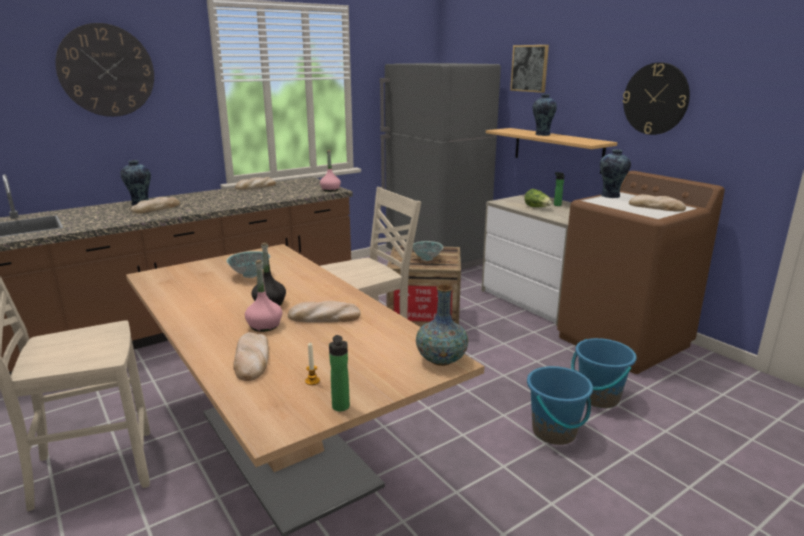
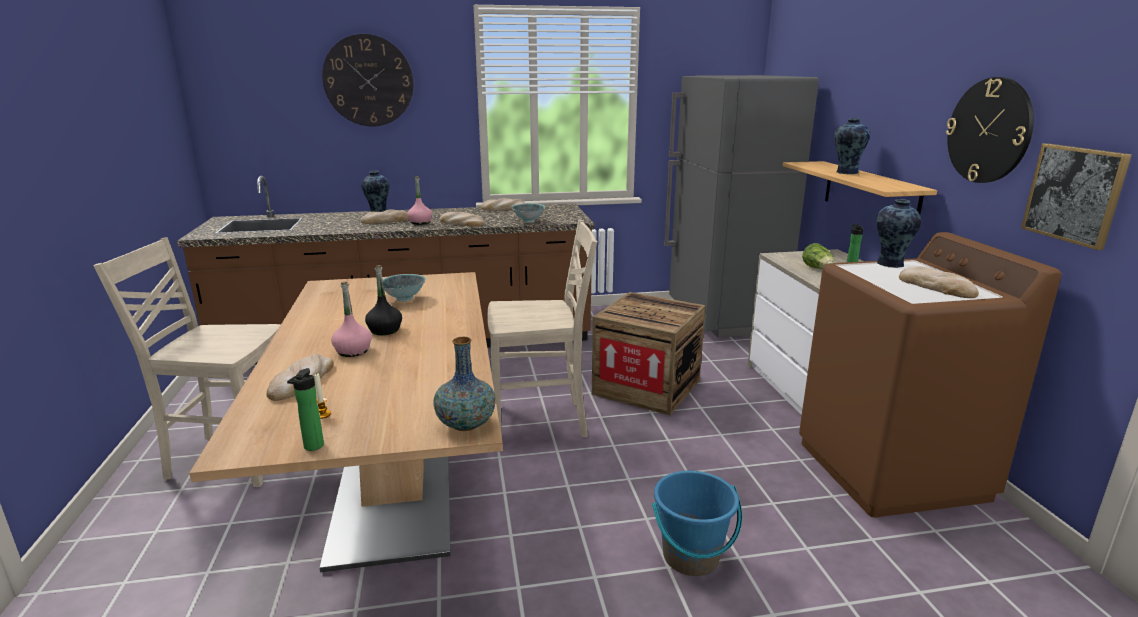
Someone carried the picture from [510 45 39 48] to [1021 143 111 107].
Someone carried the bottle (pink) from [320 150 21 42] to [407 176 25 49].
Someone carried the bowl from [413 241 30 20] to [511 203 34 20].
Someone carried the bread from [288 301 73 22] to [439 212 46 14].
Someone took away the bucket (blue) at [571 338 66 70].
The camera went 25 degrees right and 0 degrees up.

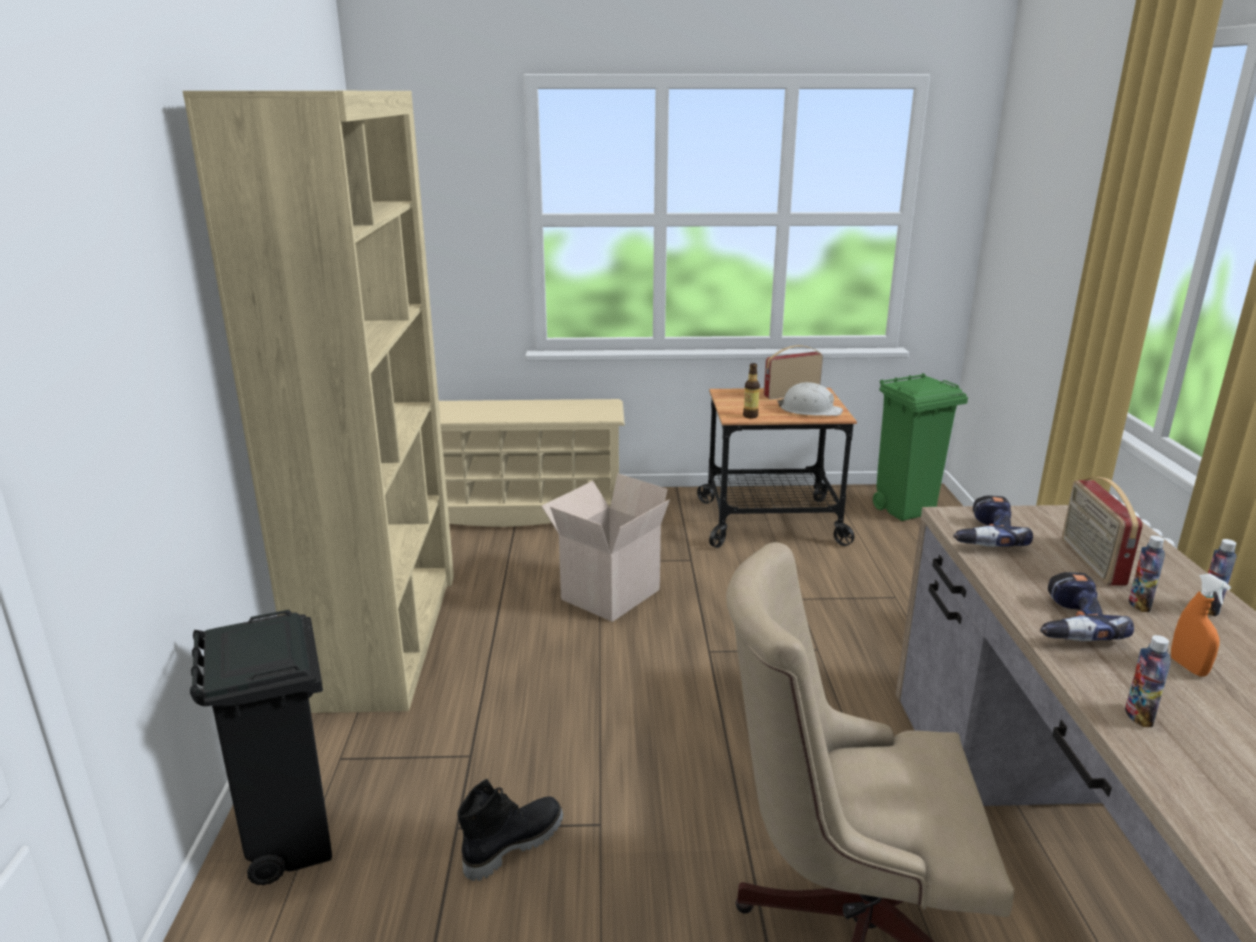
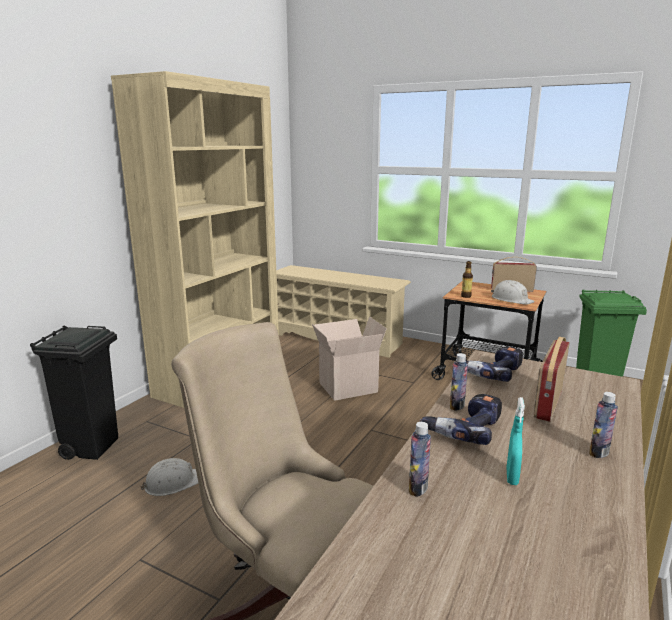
Someone carried the bottle from [1129 535 36 77] to [450 353 18 58].
Someone repainted the spray bottle (orange) at [1171 573 60 104], which became the spray bottle (turquoise) at [506 397 19 88].
Someone swapped the boot (black) at [457 779 106 102] for the hard hat (white) at [140 458 59 38].
The camera went 30 degrees right and 5 degrees down.

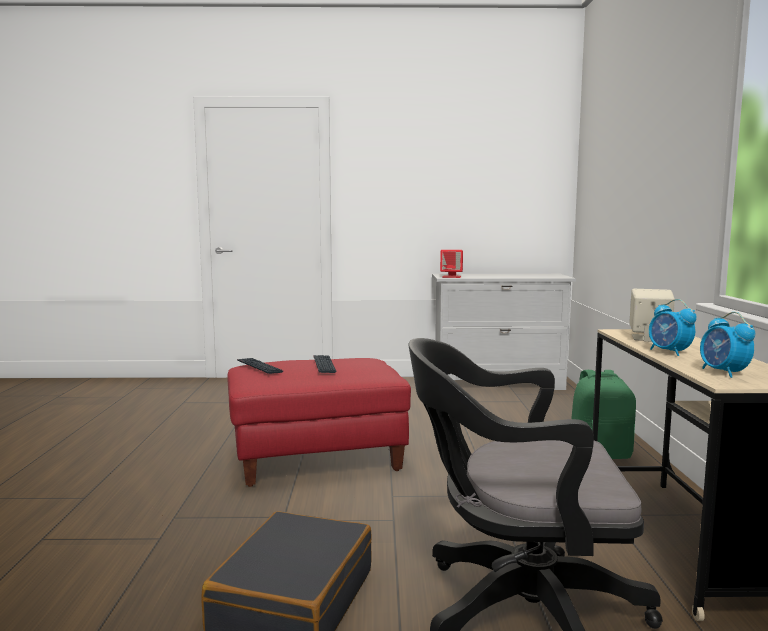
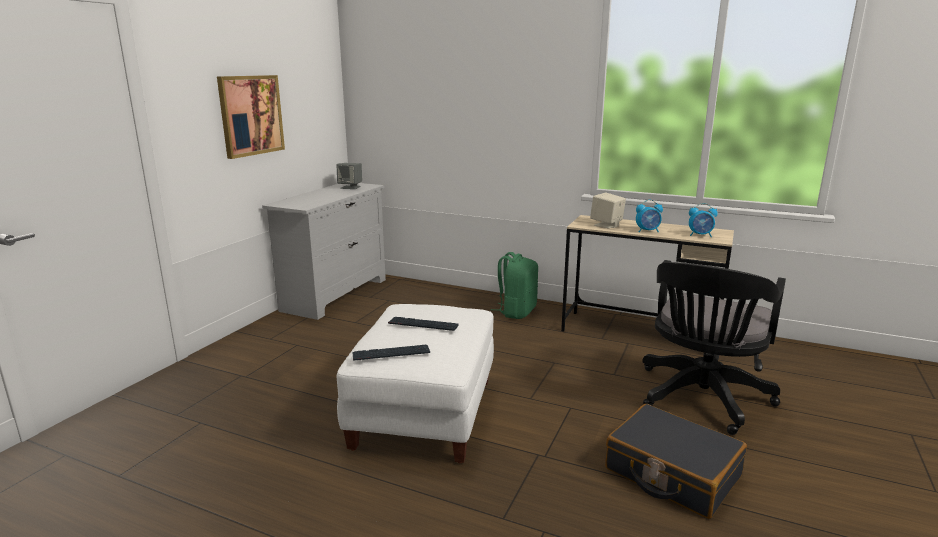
Someone took away the speaker (red) at [440 250 23 28].
Someone repainted the ottoman (red) at [227 358 184 129], which became the ottoman (white) at [337 304 157 159].
Someone put up the picture at [217 75 68 84].
Someone put down the speaker (grey) at [337 163 25 26].
The camera went 65 degrees left and 10 degrees up.

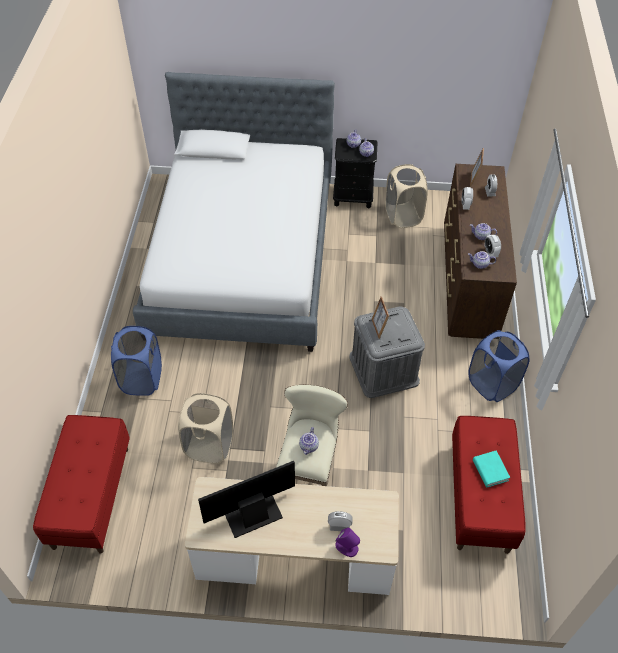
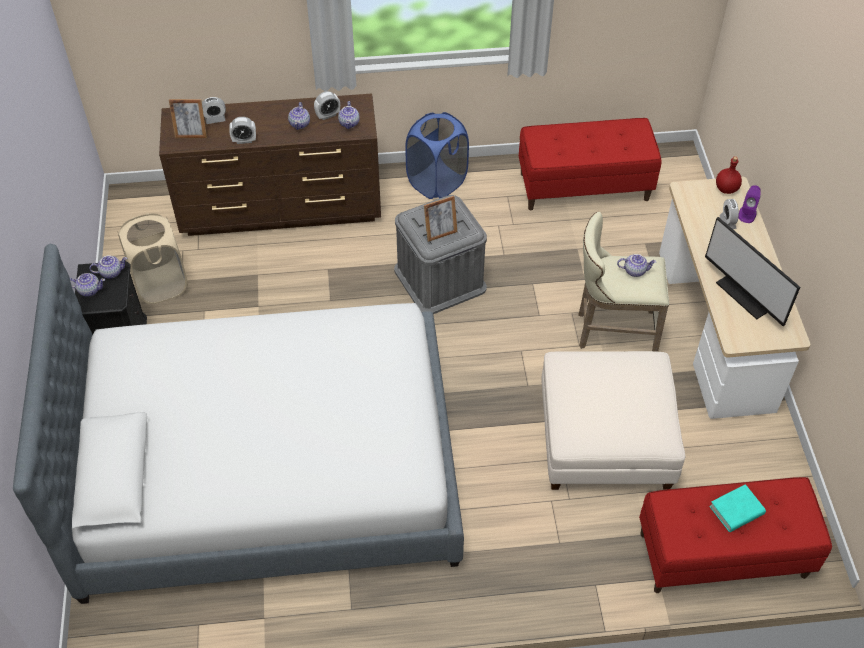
Someone took away the laundry basket (blue) at [111 326 51 70].
Someone swapped the laundry basket (beige) at [178 393 55 71] for the ottoman (white) at [541 351 144 139].
Someone carried the book (turquoise) from [473 451 37 36] to [709 484 57 48].
Someone put down the bottle (red) at [716 156 26 38].
The camera went 100 degrees left and 0 degrees up.

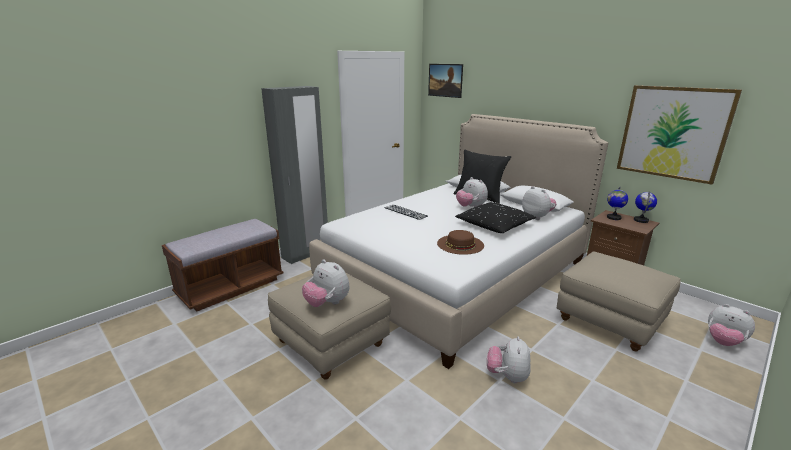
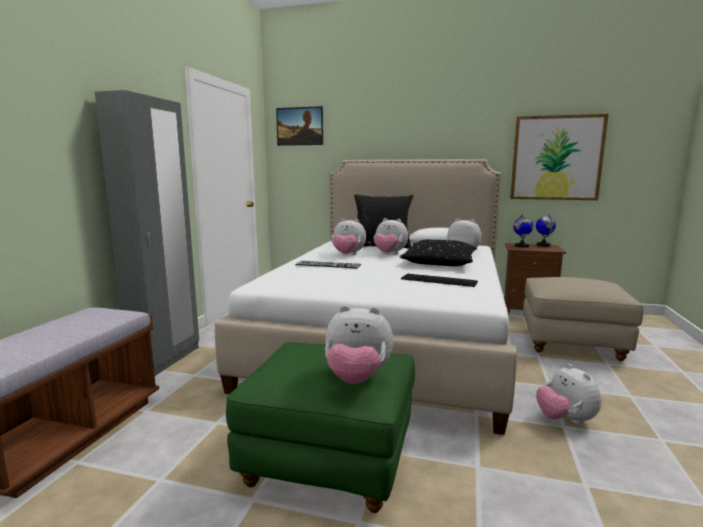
Someone swapped the hat (brown) at [437 230 47 25] for the keyboard at [401 274 77 13].
Someone repainted the ottoman (beige) at [268 272 123 108], which became the ottoman (green) at [226 342 189 171].
Someone carried the plush toy from [708 304 47 42] to [332 219 34 36].
The camera went 30 degrees left and 10 degrees down.

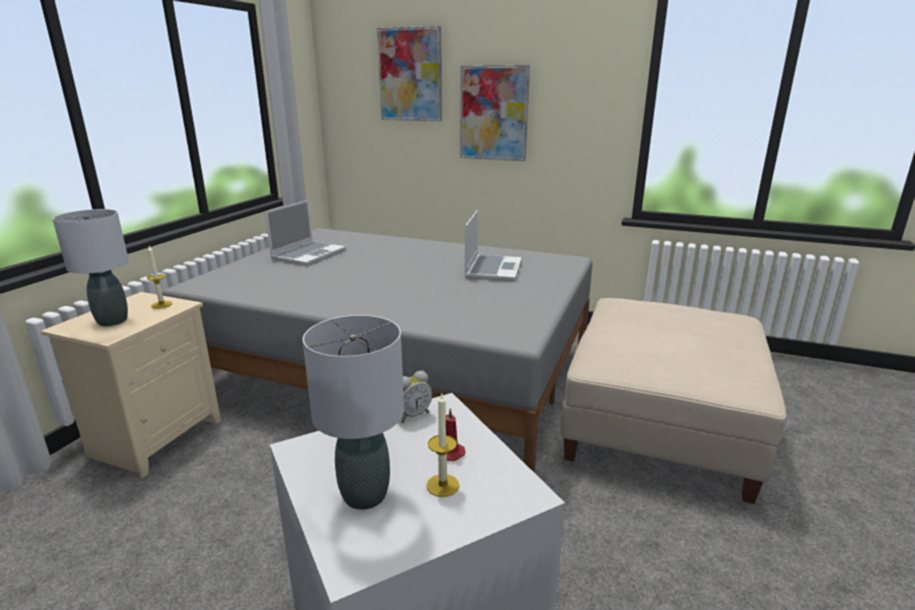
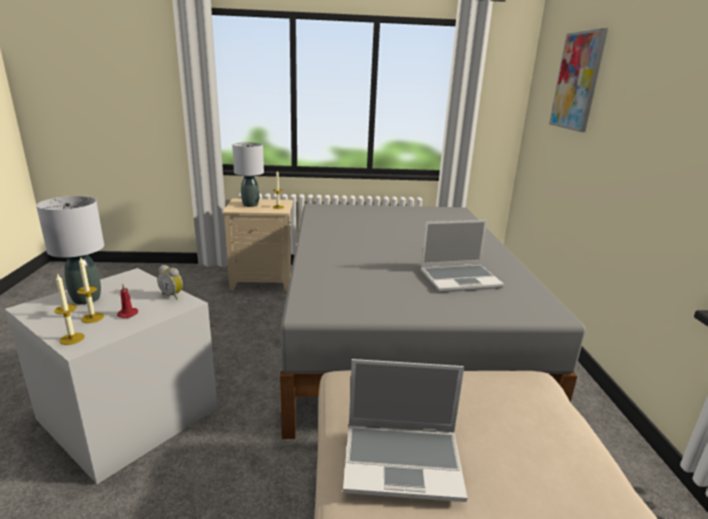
Someone took away the picture at [461 65 69 96].
Someone carried the laptop from [265 200 81 66] to [343 359 124 143].
Someone put down the candle at [54 273 31 72].
The camera went 65 degrees right and 0 degrees up.

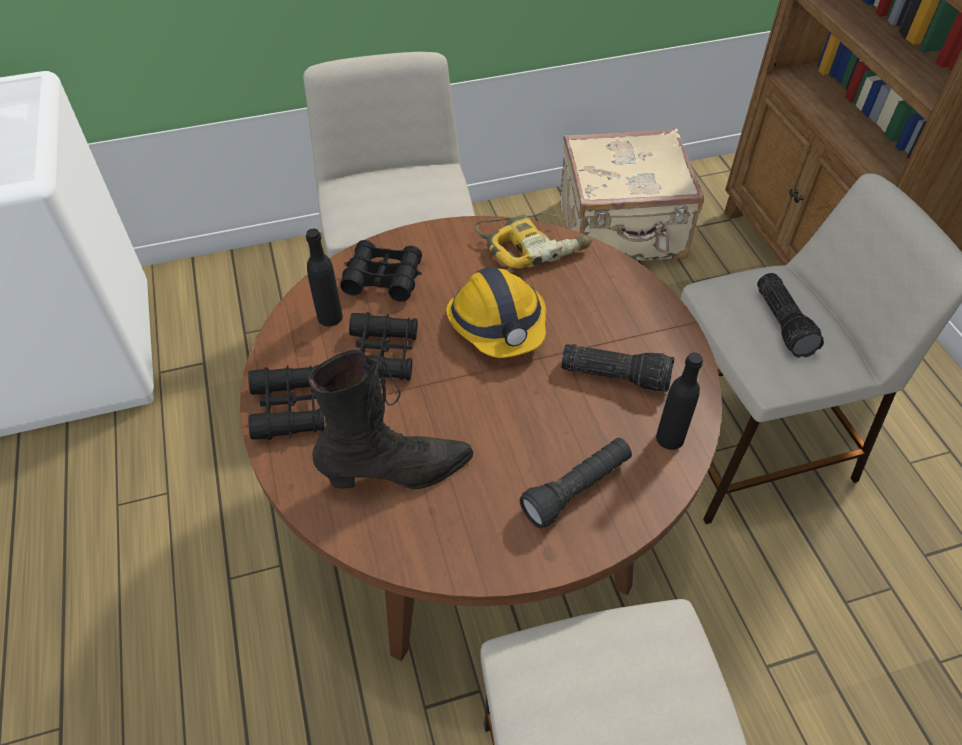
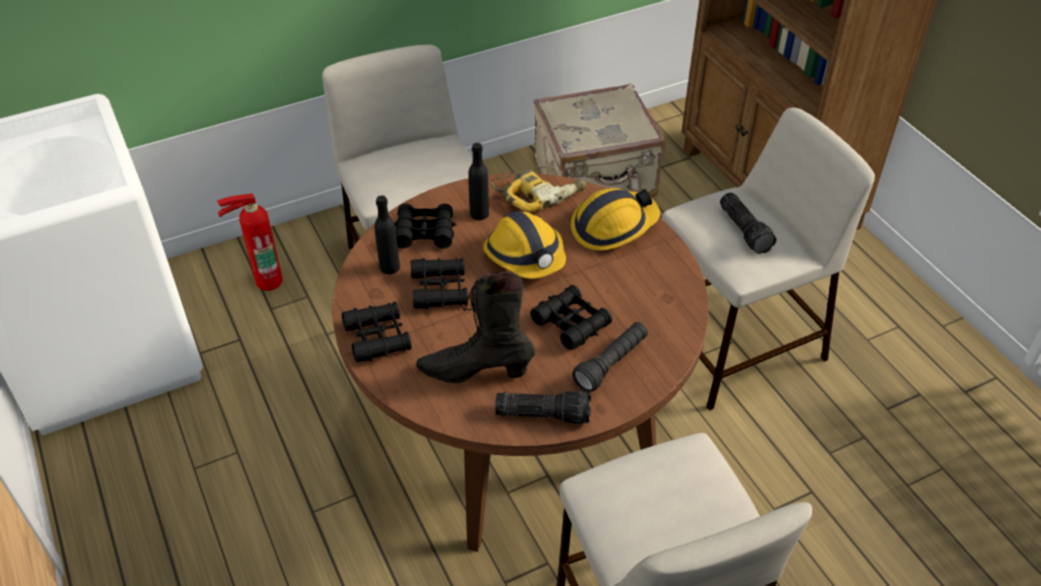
Someone carried the flashlight from [561 344 114 48] to [495 391 96 33].
Someone rotated the boot (black) at [309 350 165 140] by 150 degrees counterclockwise.
Someone carried the bottle (black) from [656 352 47 98] to [468 143 21 77].
Someone put down the hard hat at [571 188 89 63].
Someone put down the fire extinguisher at [217 194 66 97].
Someone put down the binoculars (black) at [531 285 81 65].
The camera went 10 degrees left and 5 degrees down.

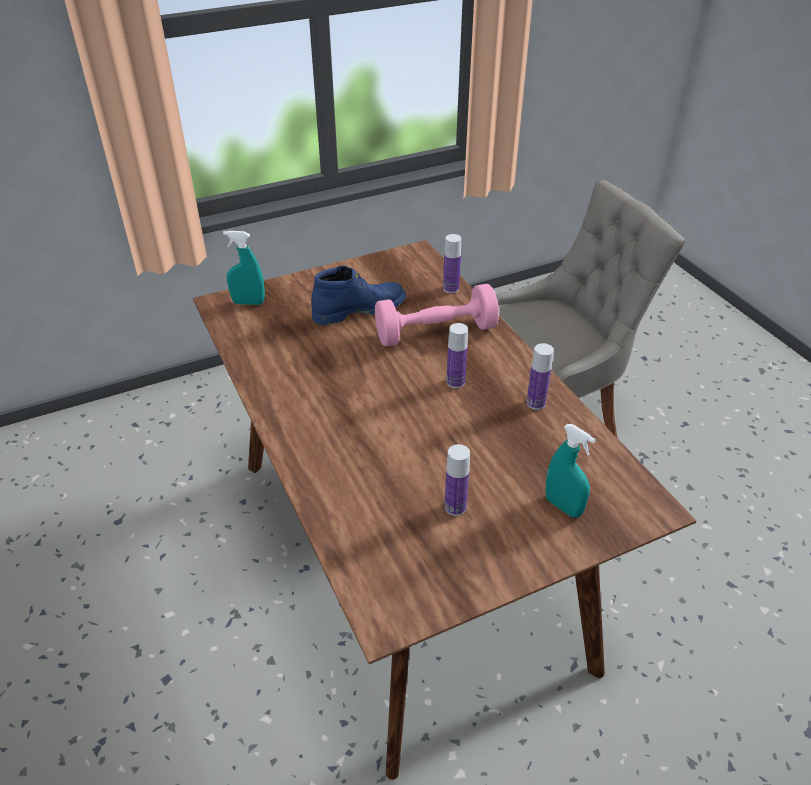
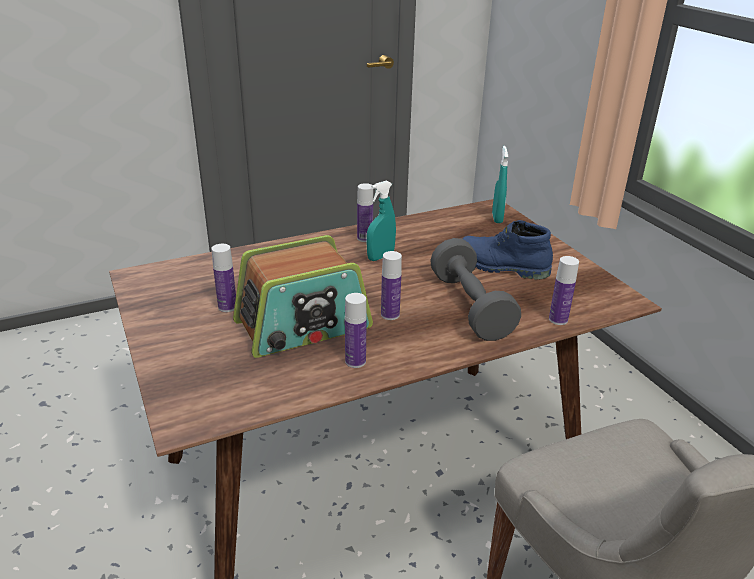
Someone rotated the boot (blue) at [311 266 95 59] by 135 degrees clockwise.
Someone repainted the dumbbell (pink) at [375 284 124 62], which became the dumbbell (grey) at [430 238 91 103].
Someone carried the spray bottle (turquoise) from [545 424 51 94] to [367 181 29 80].
Someone put down the bottle at [357 183 16 59].
Someone put down the radio at [233 235 140 123].
The camera went 90 degrees right and 10 degrees down.

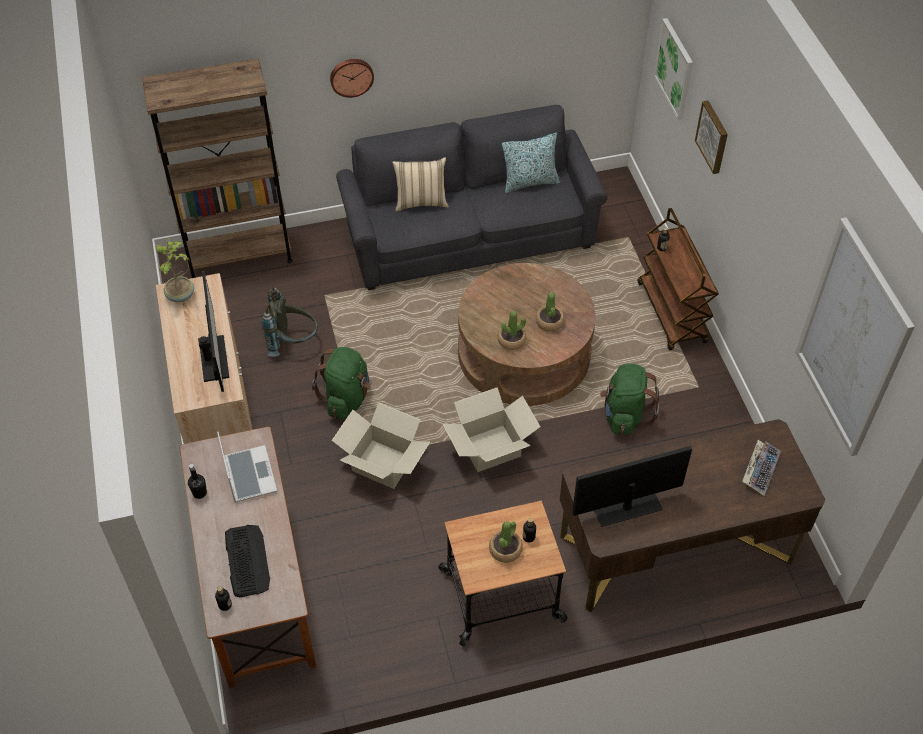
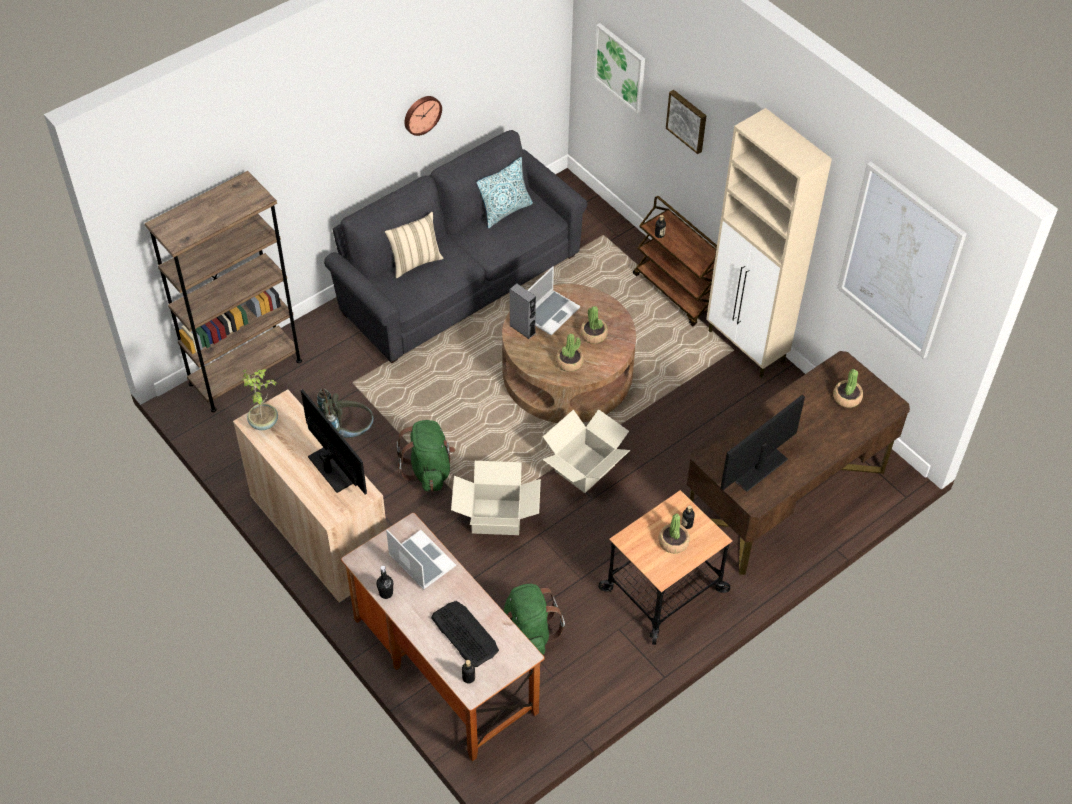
Someone carried the wall clock from [330 59 44 39] to [404 96 38 40].
Someone carried the backpack (green) from [600 364 59 71] to [504 584 61 71].
Someone swapped the keyboard at [742 440 39 56] for the potted plant at [833 369 30 39].
Someone put down the cabinet (beige) at [706 108 126 270].
Someone put down the laptop at [527 266 53 69].
Someone put down the speaker (grey) at [509 283 27 56].
The camera went 25 degrees left and 0 degrees up.

